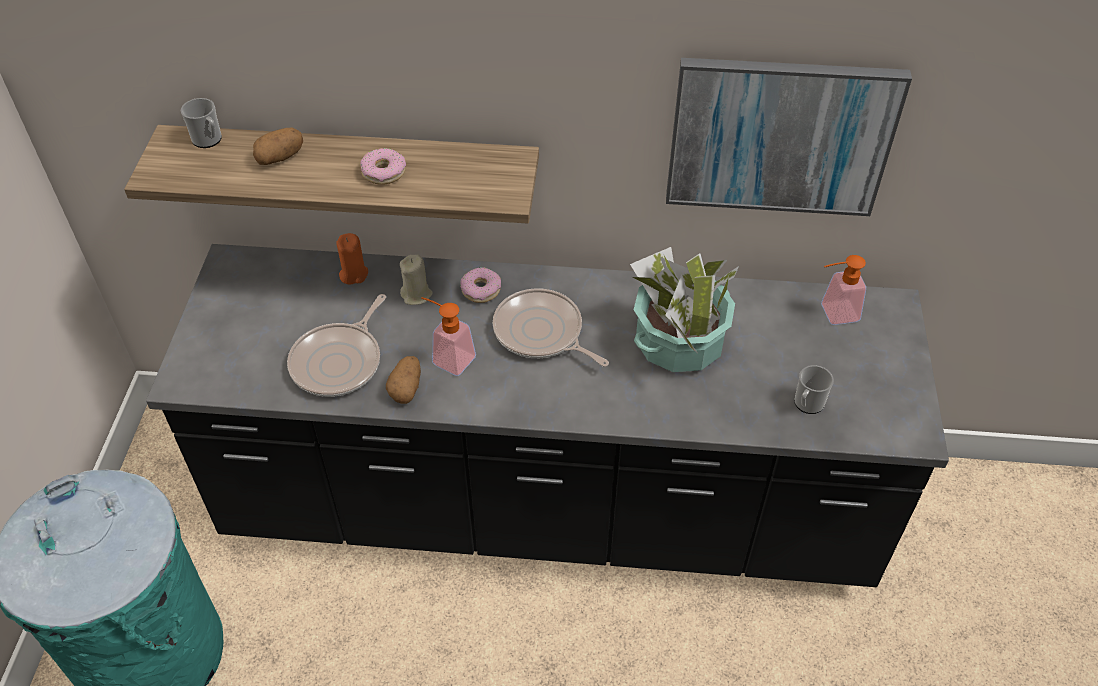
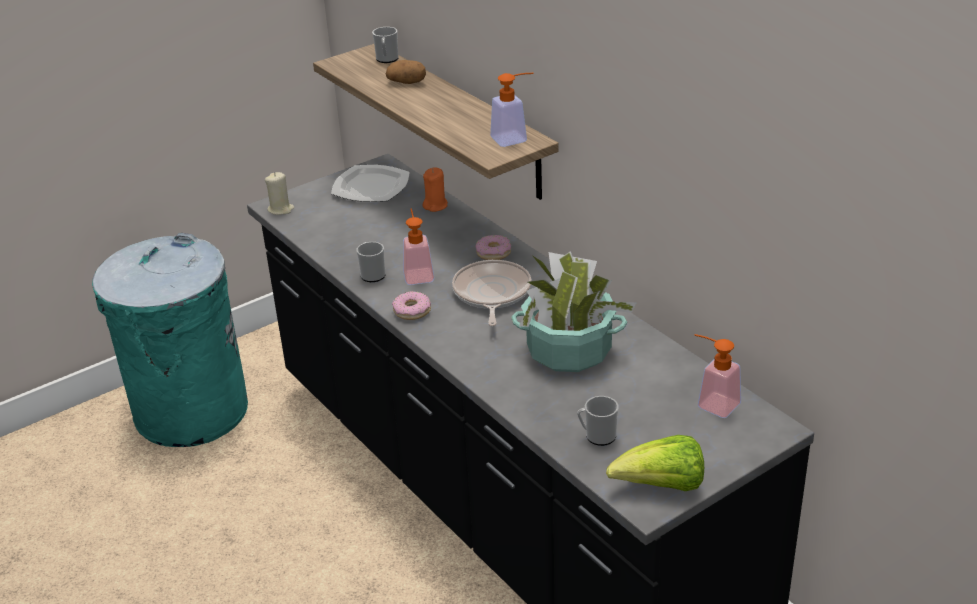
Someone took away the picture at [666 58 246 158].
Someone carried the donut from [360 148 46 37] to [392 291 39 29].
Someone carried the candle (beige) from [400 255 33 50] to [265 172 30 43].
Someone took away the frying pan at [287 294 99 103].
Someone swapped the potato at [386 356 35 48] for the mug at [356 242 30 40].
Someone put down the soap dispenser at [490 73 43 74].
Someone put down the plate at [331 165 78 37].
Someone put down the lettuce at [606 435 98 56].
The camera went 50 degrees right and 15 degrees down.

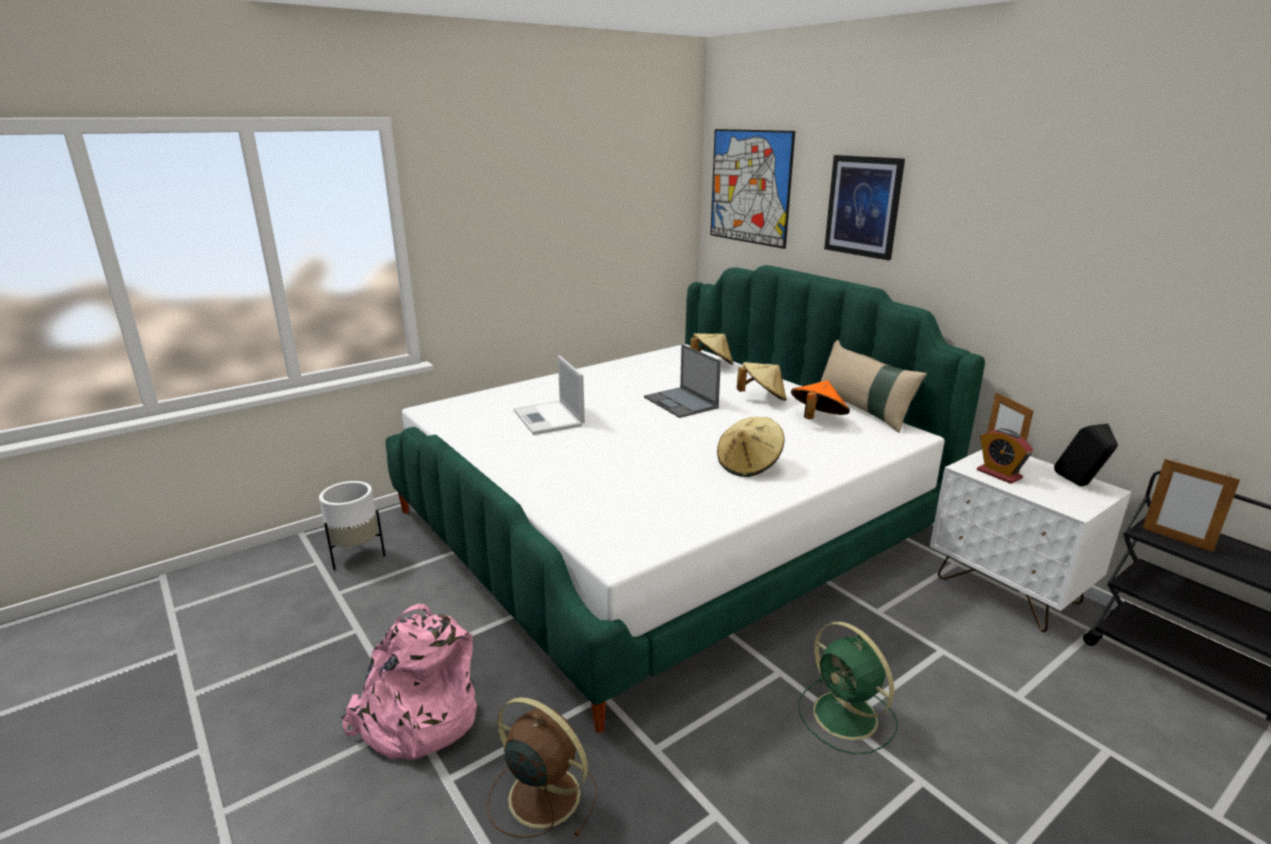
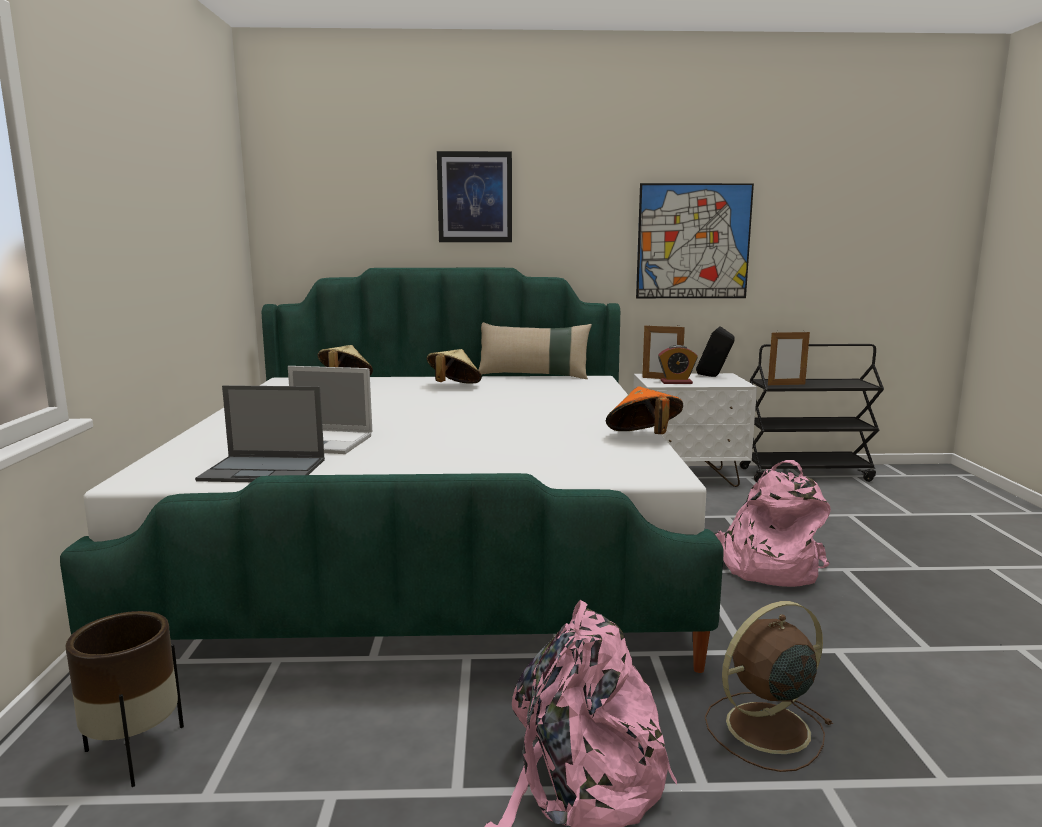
Someone carried the picture from [710 129 85 120] to [636 183 118 115].
Someone carried the laptop from [644 344 77 74] to [195 385 130 97].
Someone carried the hat (orange) from [791 381 59 39] to [606 386 77 48].
Someone took away the hat (beige) at [717 417 67 60].
Someone repainted the planter (white) at [319 481 66 89], which became the planter (brown) at [66 611 118 176].
Someone swapped the fan (green) at [798 622 100 132] for the backpack (pink) at [714 460 117 127].
The camera went 55 degrees left and 10 degrees down.

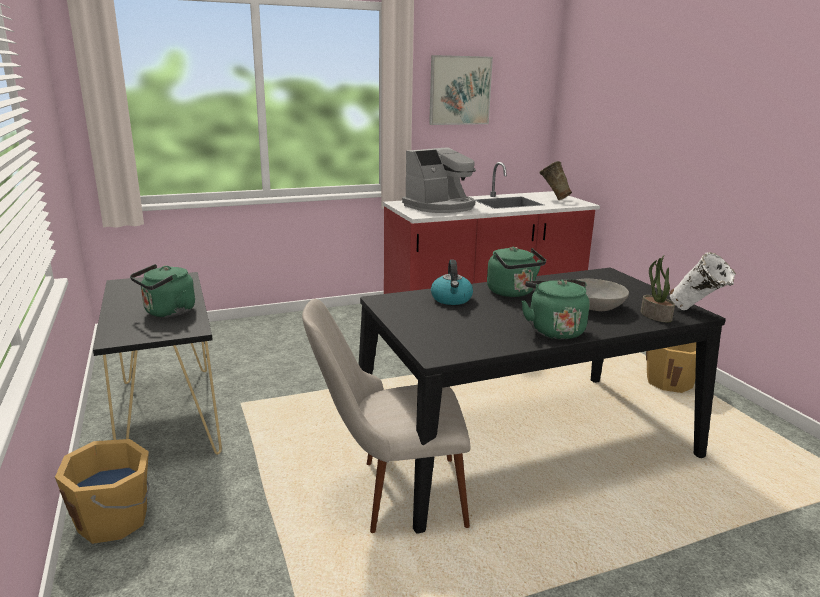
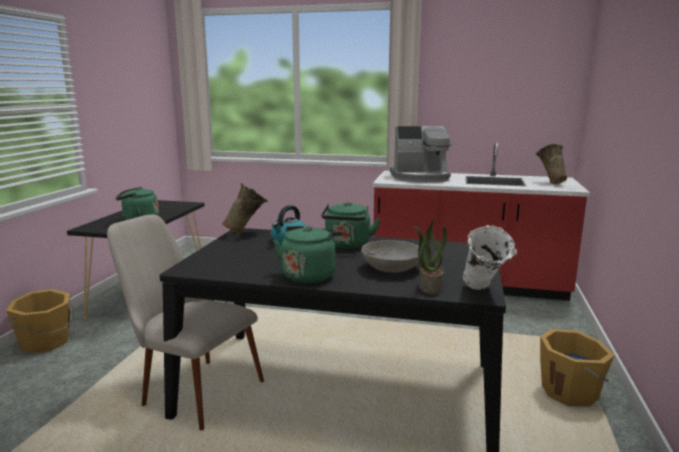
Someone took away the picture at [429 55 64 70].
Someone put down the vase (beige) at [222 183 46 52].
The camera went 35 degrees right and 5 degrees down.

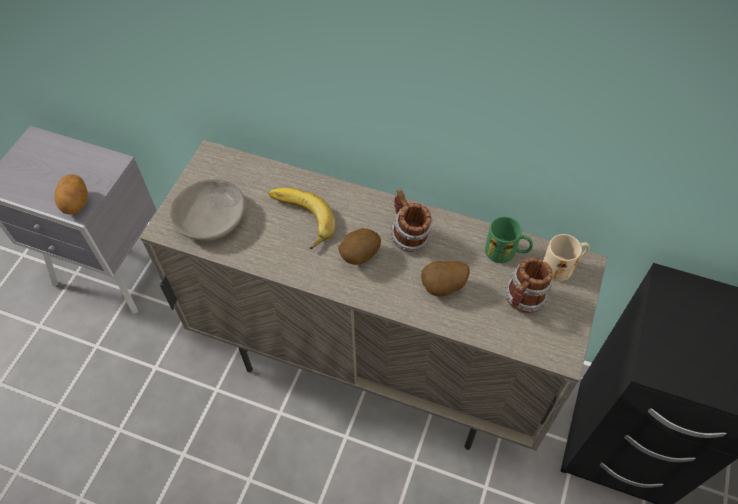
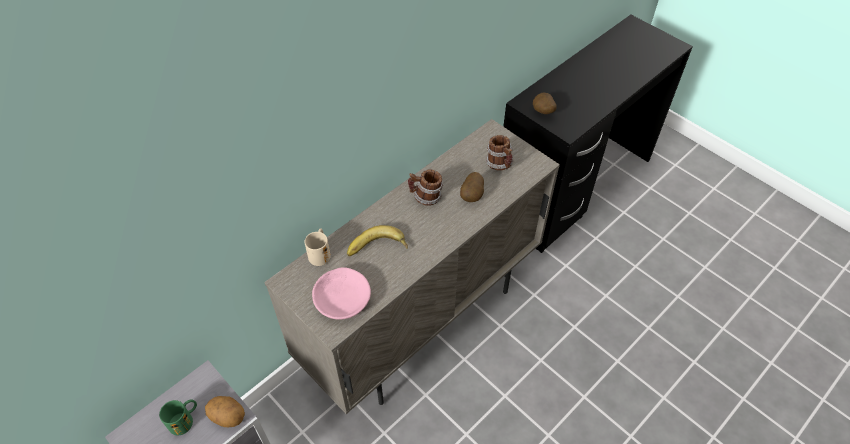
Someone repainted the bowl (grey) at [169 179 76 62], which became the bowl (pink) at [312 267 59 52].
Someone carried the mug (green) from [485 216 48 47] to [159 399 38 36].
Someone carried the potato from [338 228 43 37] to [533 93 24 21].
Someone carried the mug (beige) from [543 234 47 47] to [305 228 26 38].
The camera went 65 degrees left and 5 degrees down.

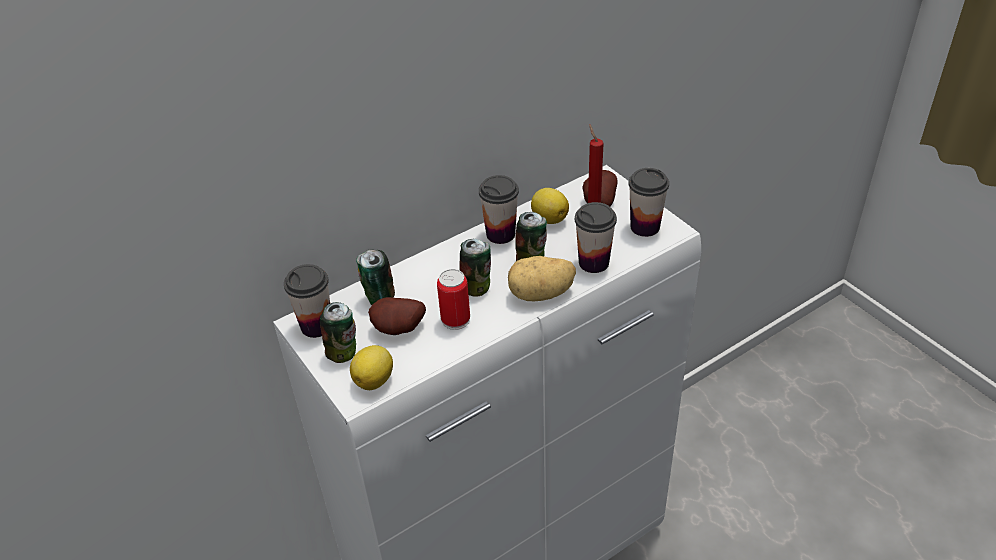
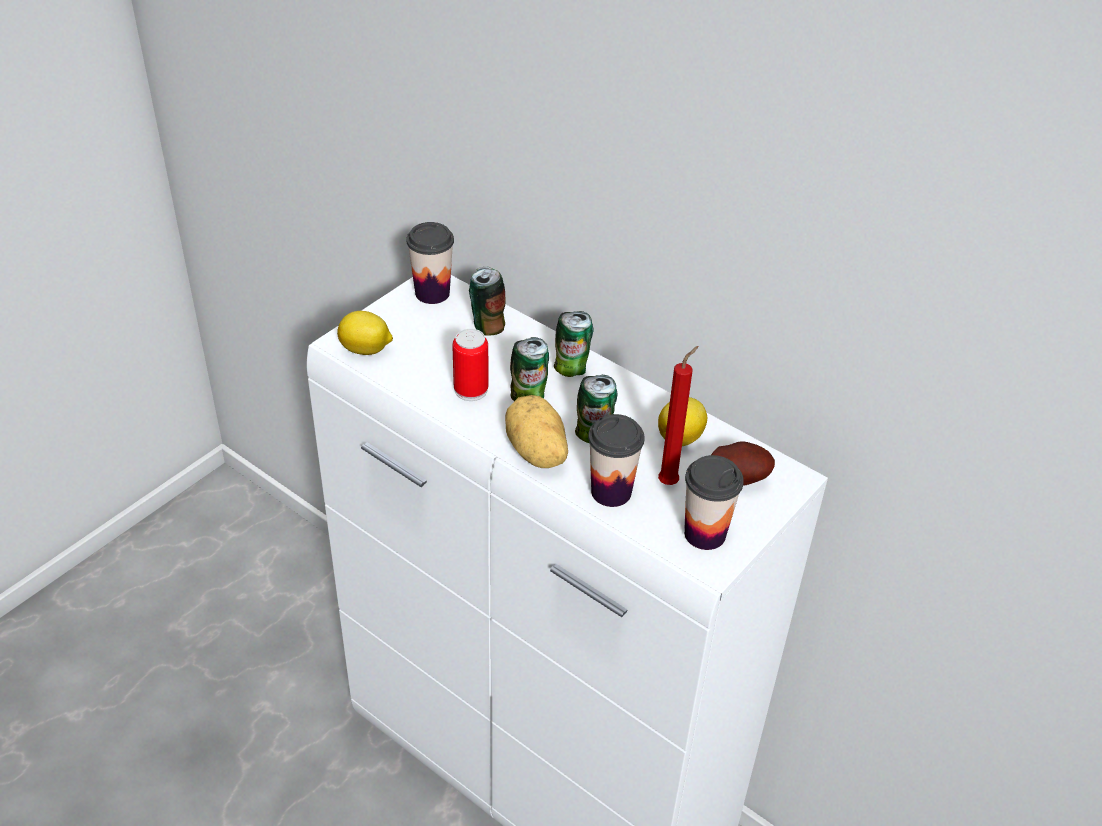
Someone took away the cup at [479 175 40 69].
Someone took away the potato at [368 297 58 38].
Someone carried the can from [320 302 36 61] to [554 311 40 66].
The camera went 70 degrees right and 0 degrees up.

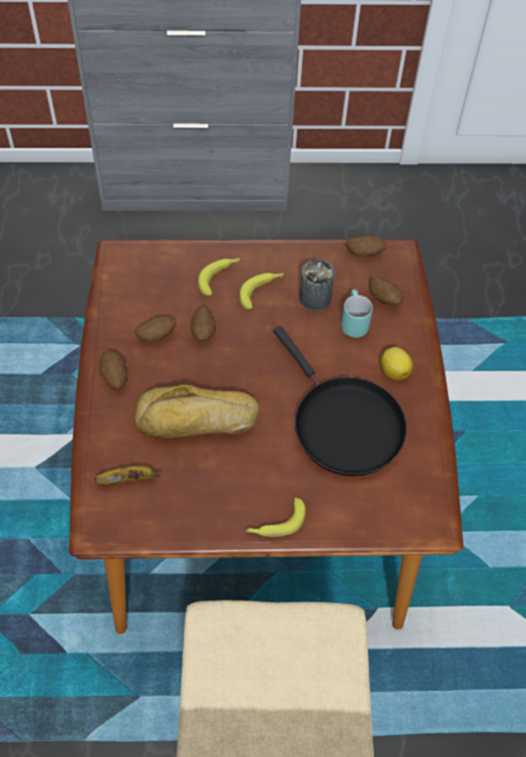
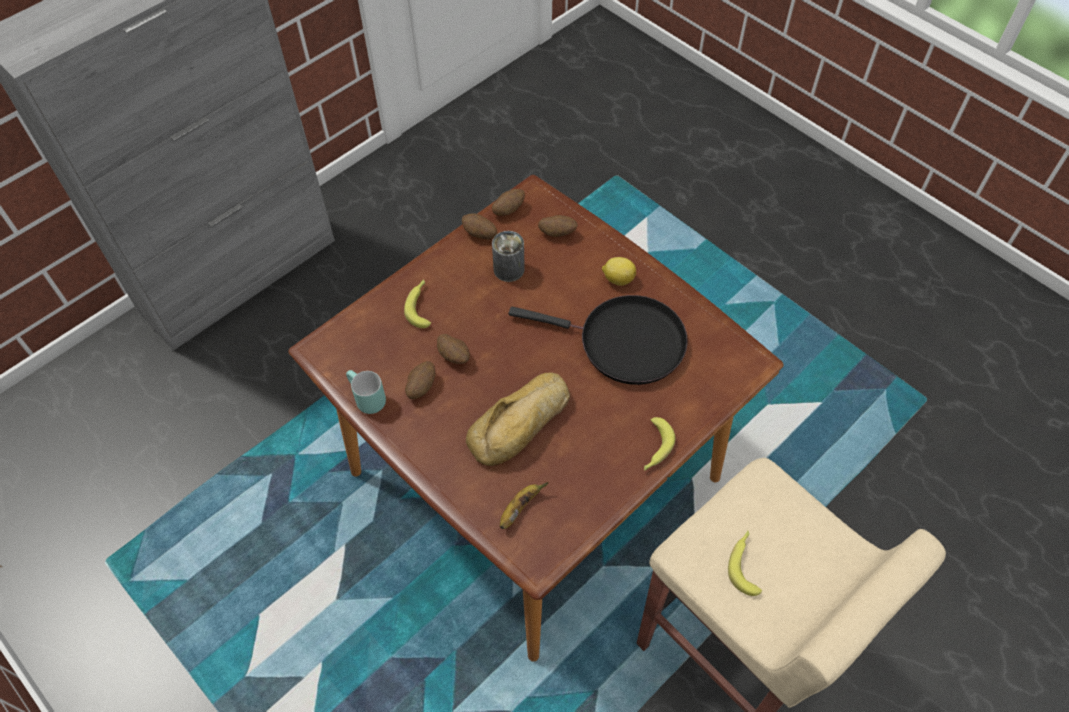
Someone carried the banana from [239 273 45 36] to [728 530 34 66].
Someone carried the mug (turquoise) from [341 290 32 48] to [346 370 40 44].
Someone carried the potato from [99 350 28 40] to [462 213 35 27].
The camera went 40 degrees left and 0 degrees up.

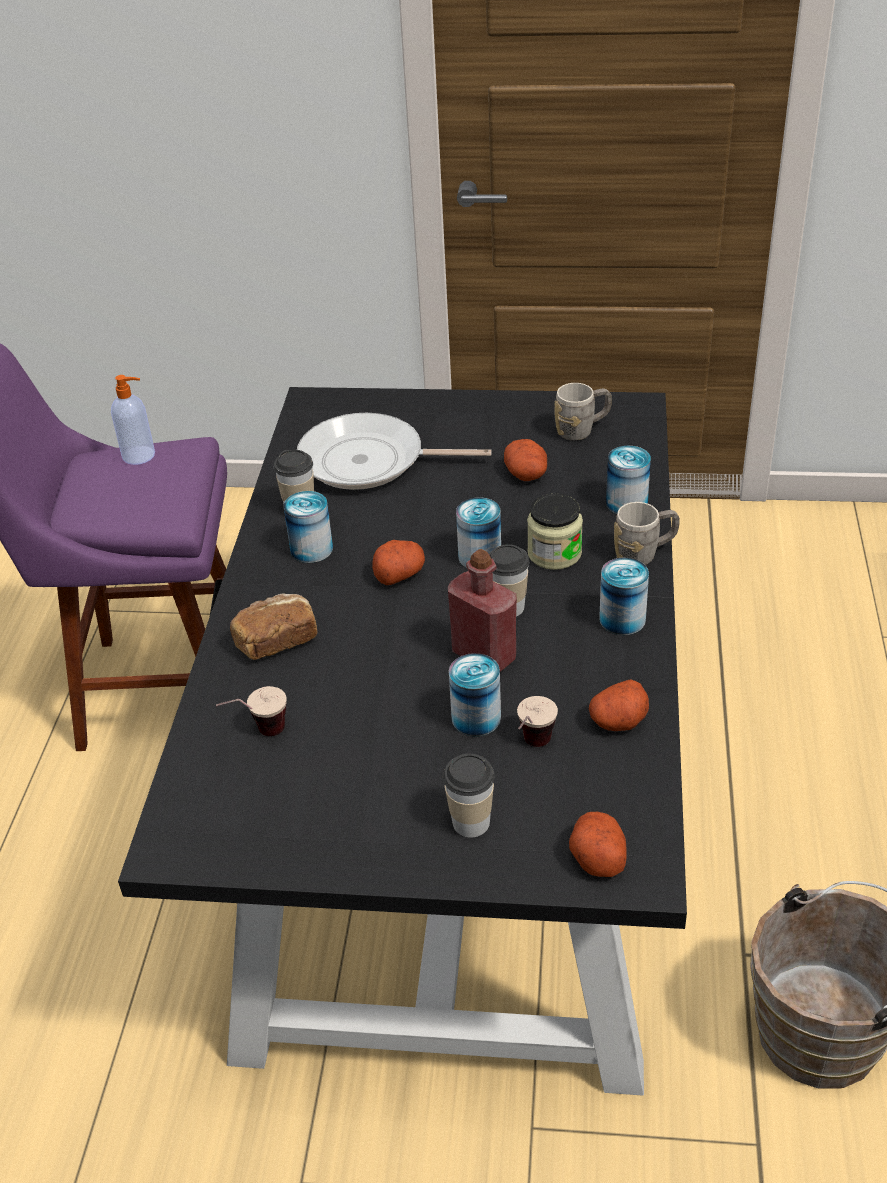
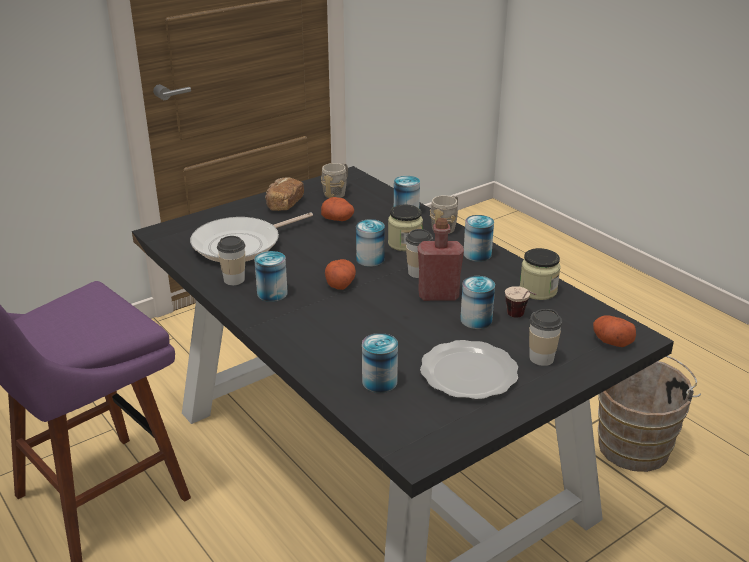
Someone took away the soap dispenser at [111 375 44 90].
Someone carried the bread from [230 593 87 67] to [265 177 39 34].
Someone swapped the potato at [589 679 60 52] for the jar at [520 248 41 52].
Someone swapped the cup at [216 686 71 50] for the can at [362 333 36 60].
Someone put down the plate at [420 340 98 60].
The camera went 45 degrees left and 10 degrees down.

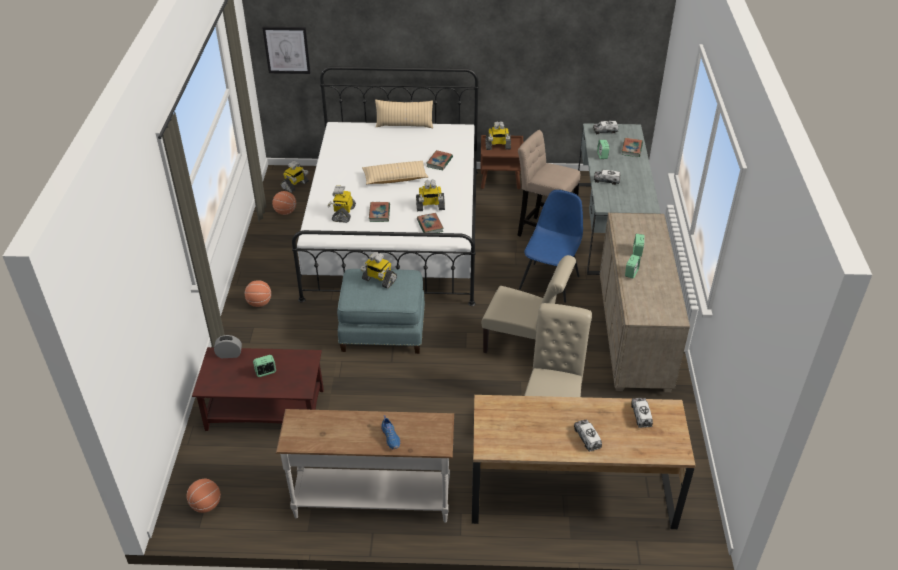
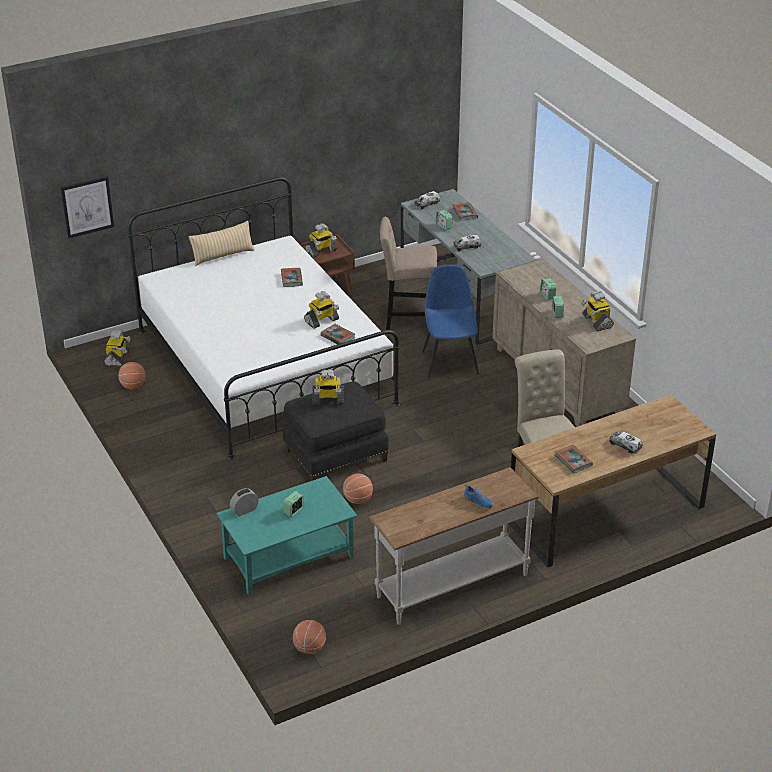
Someone took away the pillow (beige) at [362 161 66 23].
Someone carried the toy robot from [328 185 28 38] to [581 291 33 40].
Someone carried the book from [369 202 21 20] to [555 445 38 28].
Someone took away the chair (beige) at [482 255 94 99].
Someone repainted the ottoman (blue) at [337 269 88 85], which became the ottoman (black) at [283 382 106 99].
Someone carried the basketball from [245 280 26 27] to [343 474 30 30].
Someone repainted the coffee table (brown) at [192 347 132 84], which became the coffee table (turquoise) at [216 476 141 120].
Someone took away the toy truck at [631 398 22 30].
The camera went 30 degrees left and 5 degrees down.

